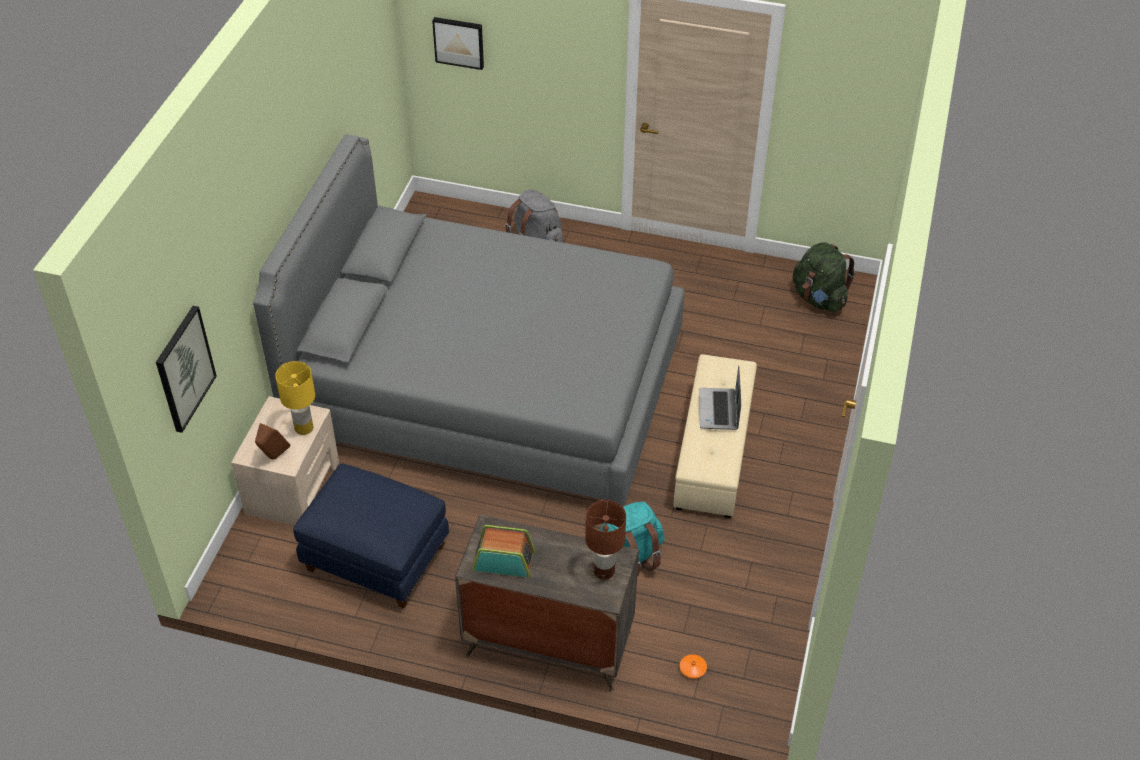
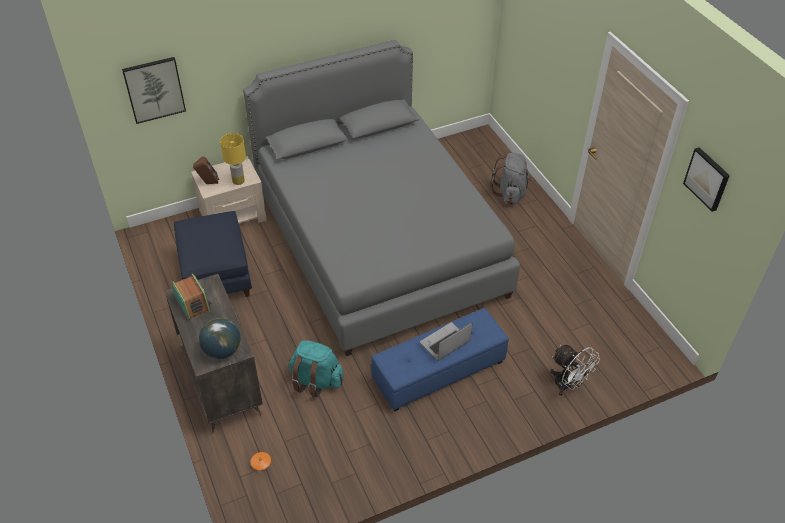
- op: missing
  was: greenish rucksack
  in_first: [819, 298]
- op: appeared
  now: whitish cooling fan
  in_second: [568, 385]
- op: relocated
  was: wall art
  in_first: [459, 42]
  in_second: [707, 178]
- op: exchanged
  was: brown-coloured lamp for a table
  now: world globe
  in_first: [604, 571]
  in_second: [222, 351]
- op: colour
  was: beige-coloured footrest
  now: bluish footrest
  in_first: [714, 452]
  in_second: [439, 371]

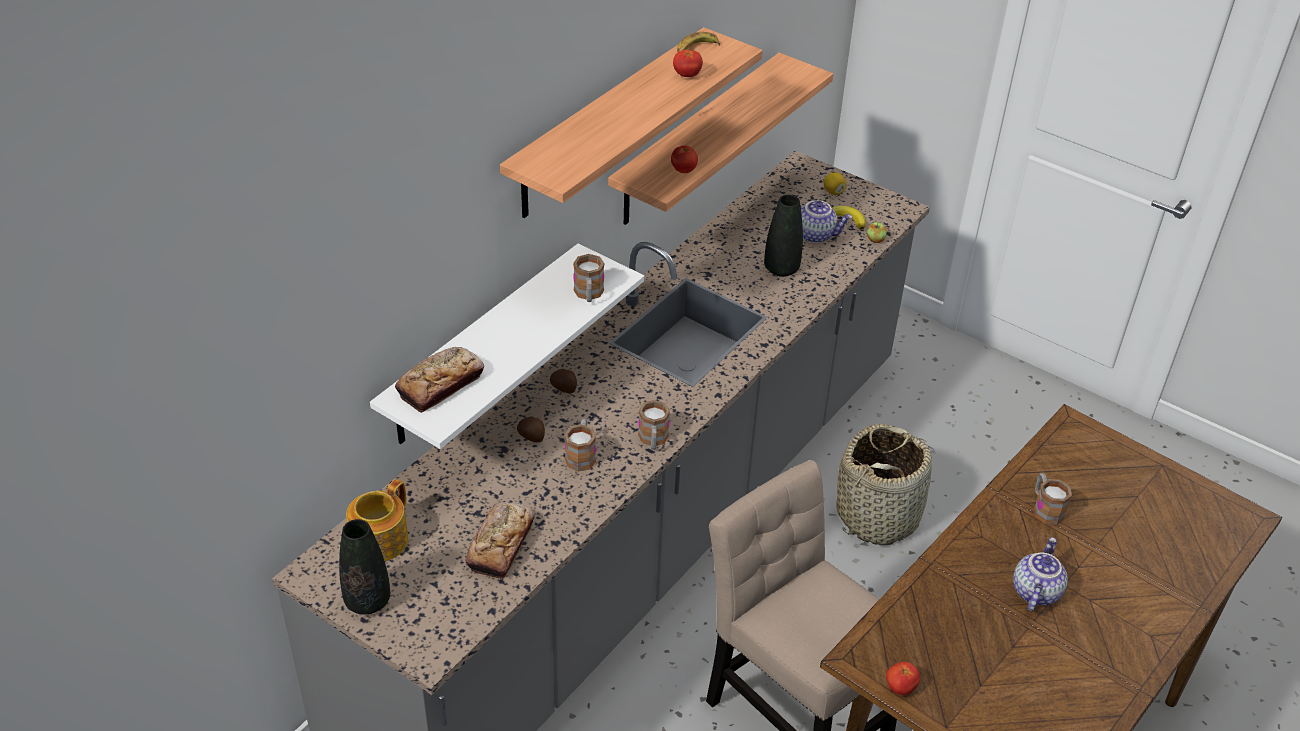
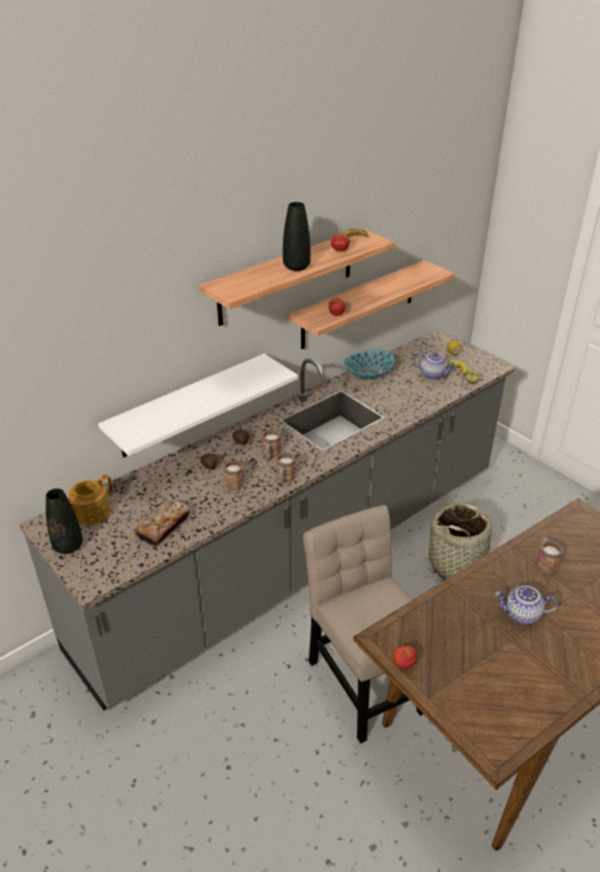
- op: missing
  was: baked bread
  in_first: [440, 384]
- op: appeared
  now: serving bowl
  in_second: [368, 374]
- op: relocated
  was: mug
  in_first: [588, 294]
  in_second: [270, 455]
- op: relocated
  was: black-coloured vase
  in_first: [781, 269]
  in_second: [296, 267]
- op: spun
  was: teapot
  in_first: [1034, 591]
  in_second: [522, 615]
  clockwise: -120

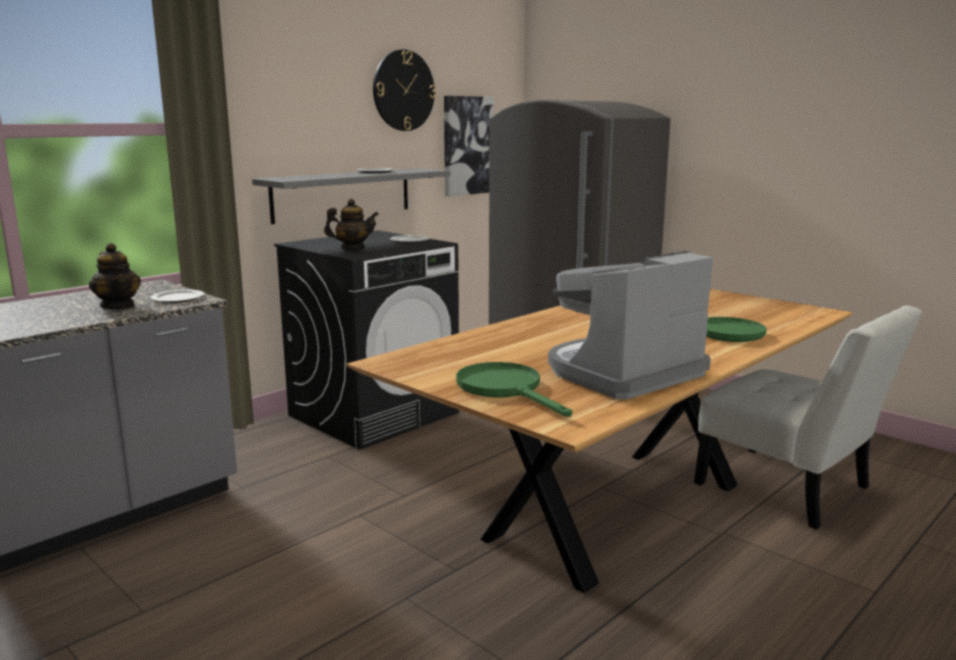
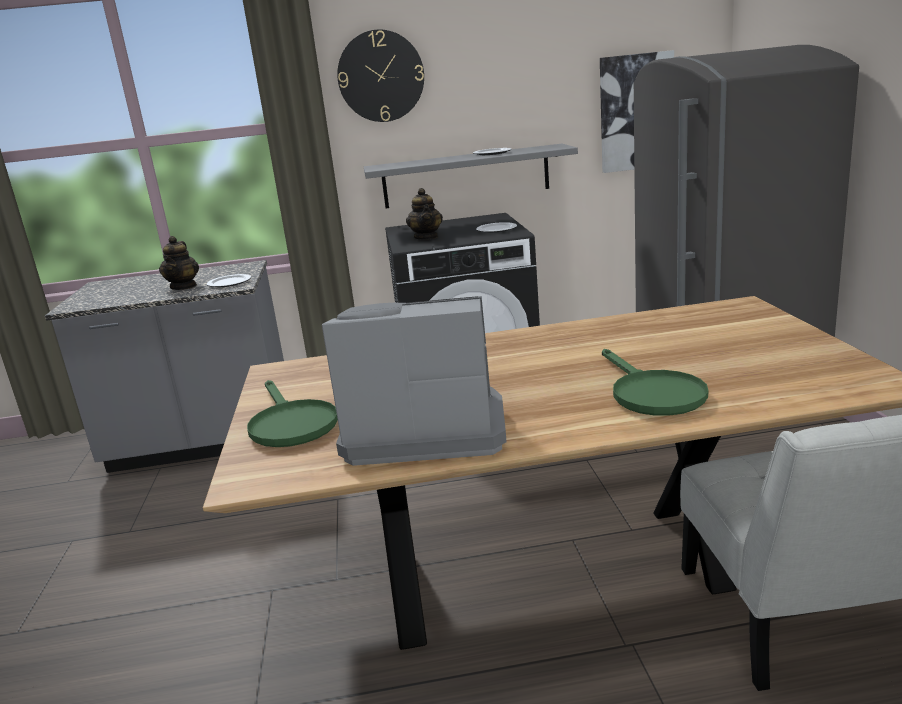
- op: relocated
  was: wall clock
  in_first: [403, 90]
  in_second: [381, 76]
- op: spun
  was: teapot
  in_first: [352, 248]
  in_second: [426, 237]
  clockwise: 45
- op: spun
  was: greenish frying pan
  in_first: [506, 389]
  in_second: [290, 424]
  clockwise: 150

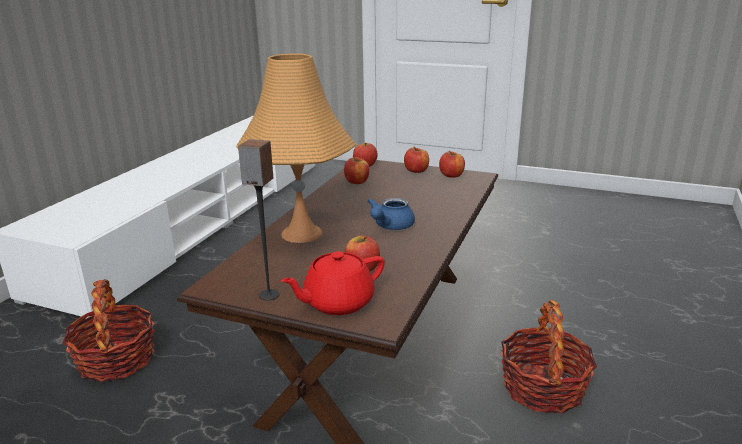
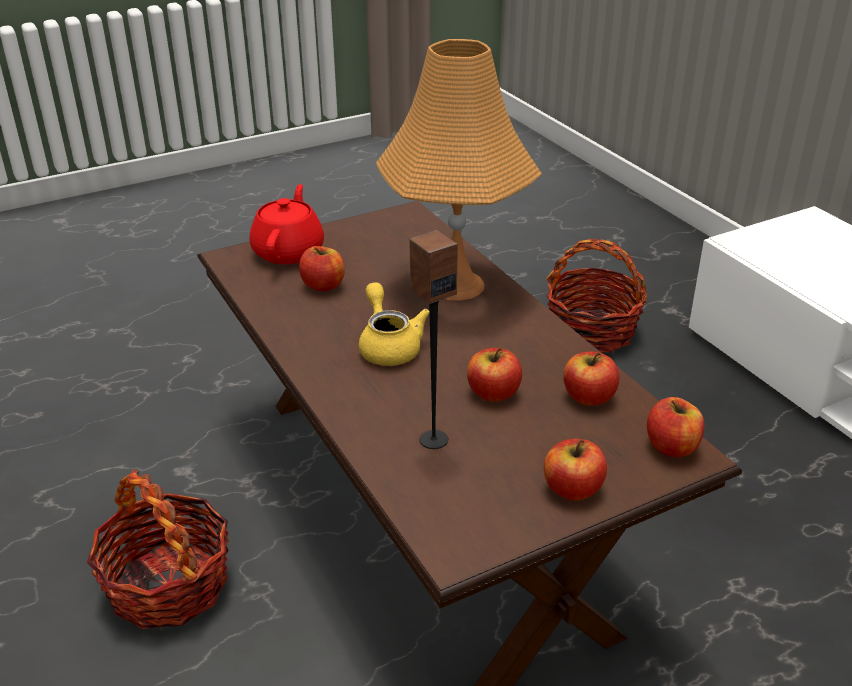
- op: relocated
  was: speaker
  in_first: [268, 295]
  in_second: [433, 439]
- op: relocated
  was: whole apple
  in_first: [451, 175]
  in_second: [493, 393]
- op: colour
  was: bluish teapot
  now: yellow-coloured teapot
  in_first: [390, 226]
  in_second: [389, 346]

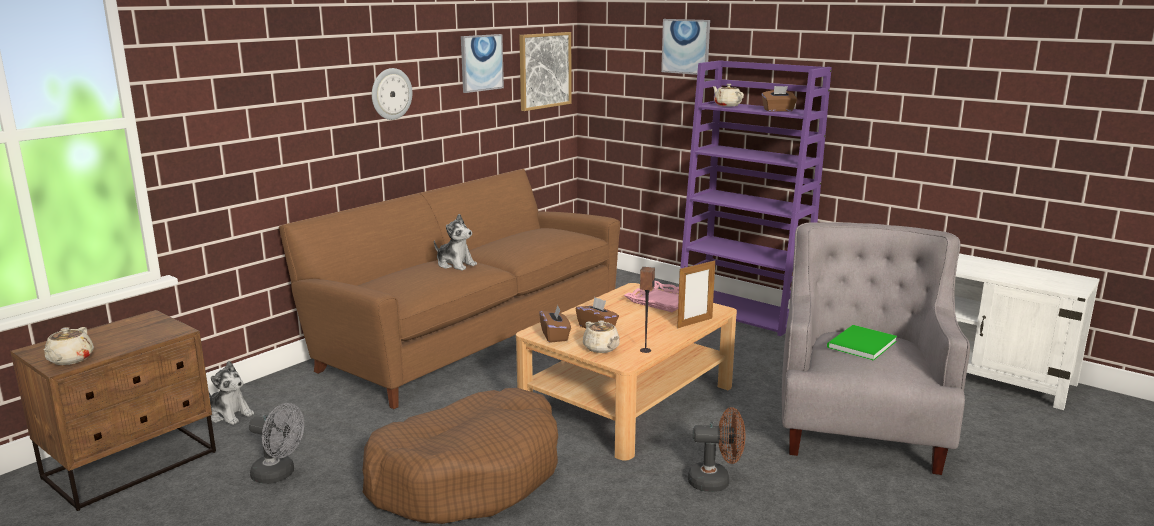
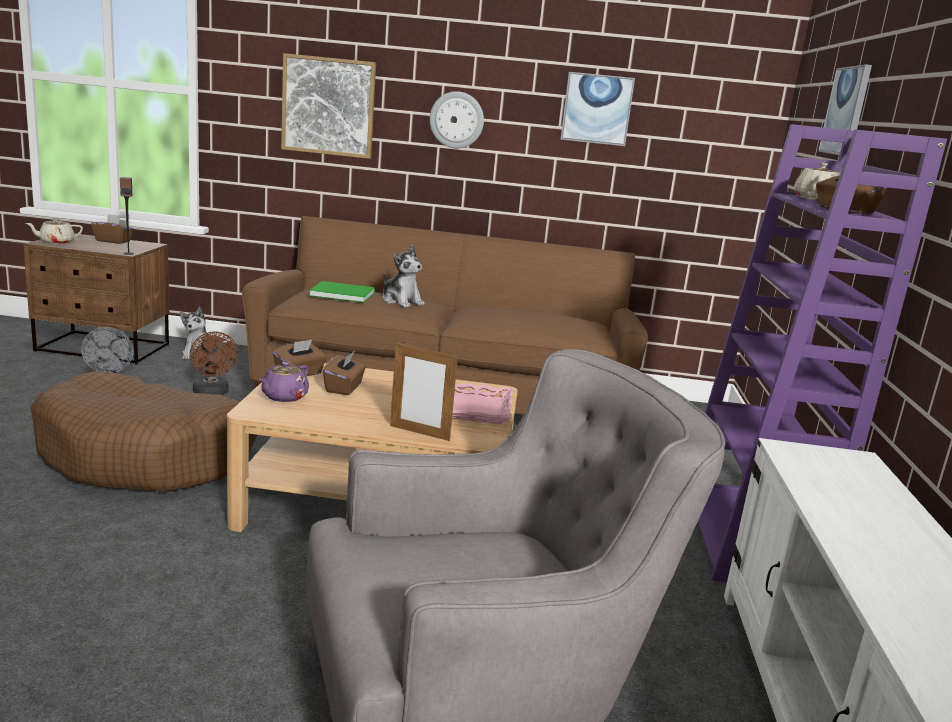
- op: appeared
  now: brown-coloured tissue holder
  in_second: [113, 241]
- op: relocated
  was: wall art
  in_first: [544, 70]
  in_second: [328, 106]
- op: relocated
  was: speaker
  in_first: [645, 350]
  in_second: [128, 253]
- op: relocated
  was: brown-coloured cooling fan
  in_first: [716, 481]
  in_second: [212, 393]
- op: relocated
  was: greenish bound book
  in_first: [859, 344]
  in_second: [341, 293]
- op: colour
  was: beige-coloured teapot
  now: purple teapot
  in_first: [601, 348]
  in_second: [284, 397]
- op: spun
  was: plush toy
  in_first: [455, 264]
  in_second: [401, 301]
  clockwise: -45

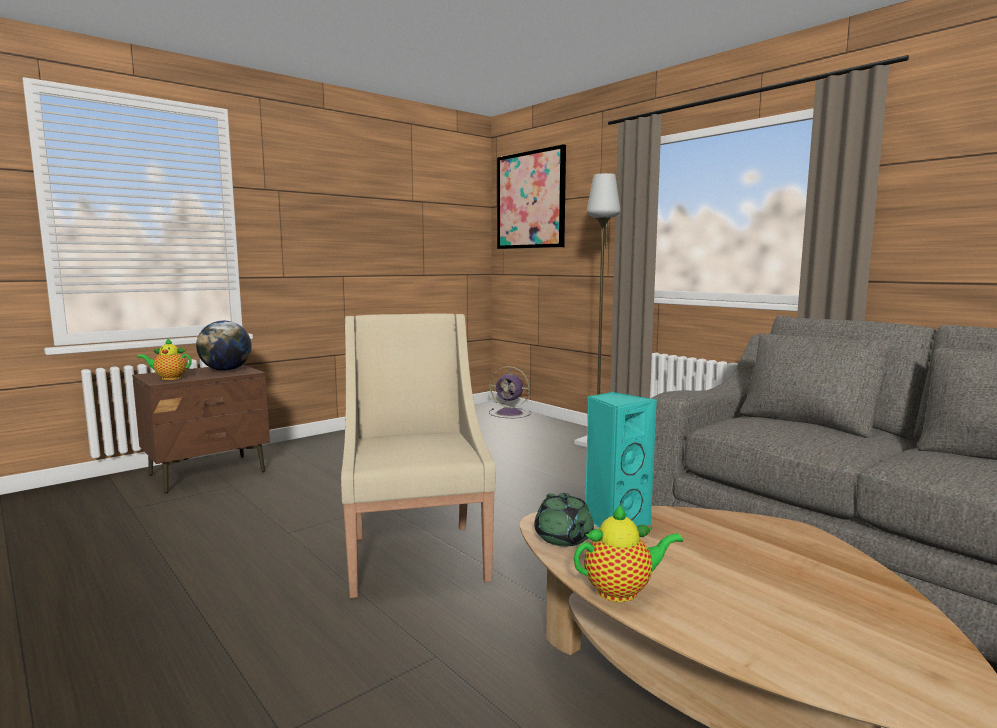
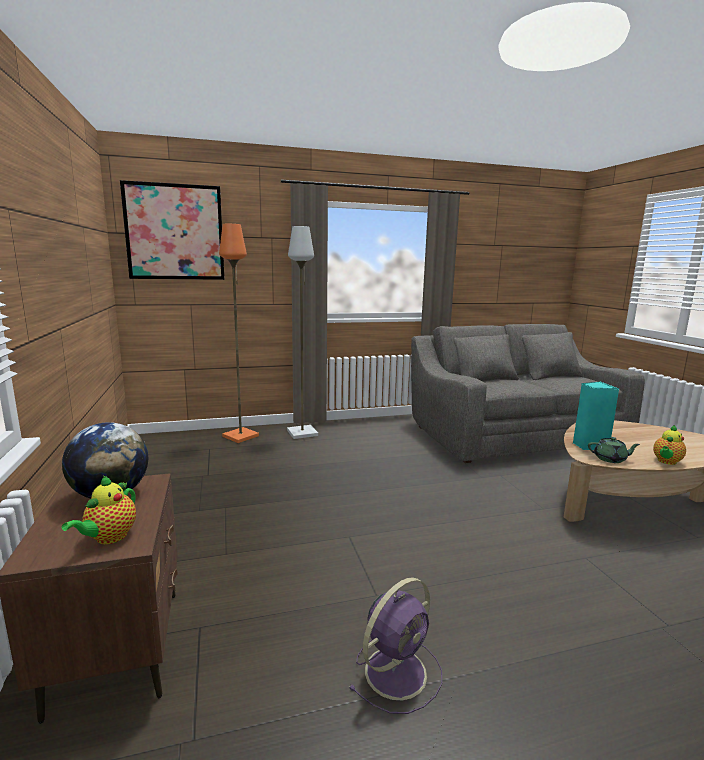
- op: missing
  was: beige-coloured lounge chair
  in_first: [416, 555]
- op: appeared
  now: orangey floor lamp
  in_second: [240, 436]
- op: relocated
  was: purple cooling fan
  in_first: [510, 413]
  in_second: [397, 670]
- op: spun
  was: teapot
  in_first: [622, 591]
  in_second: [666, 462]
  clockwise: -150

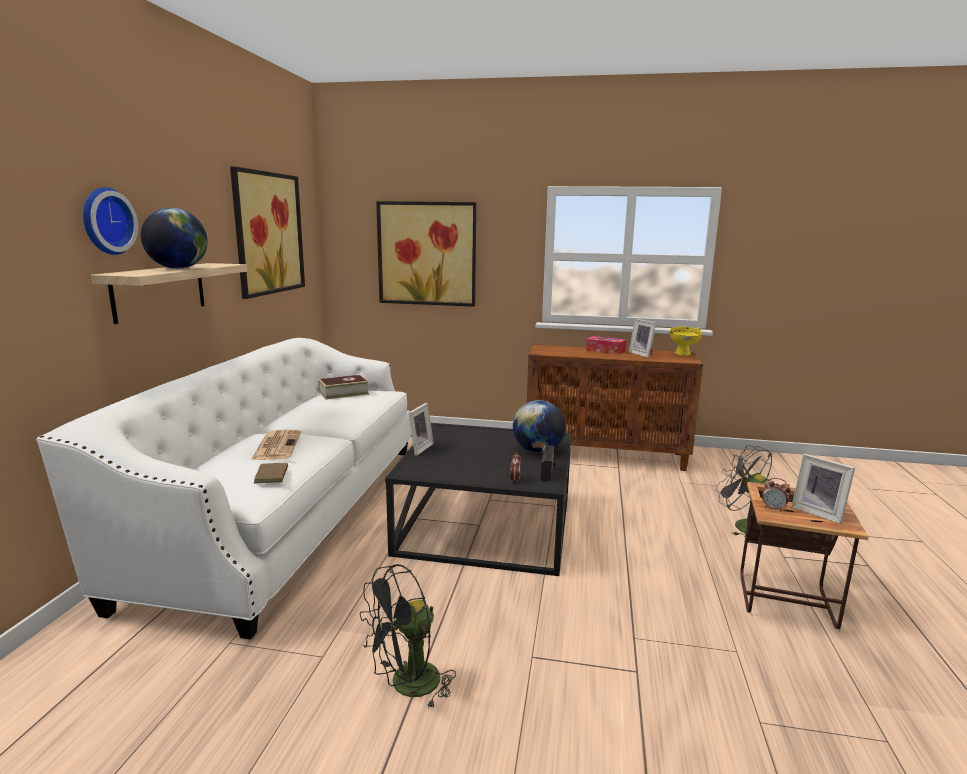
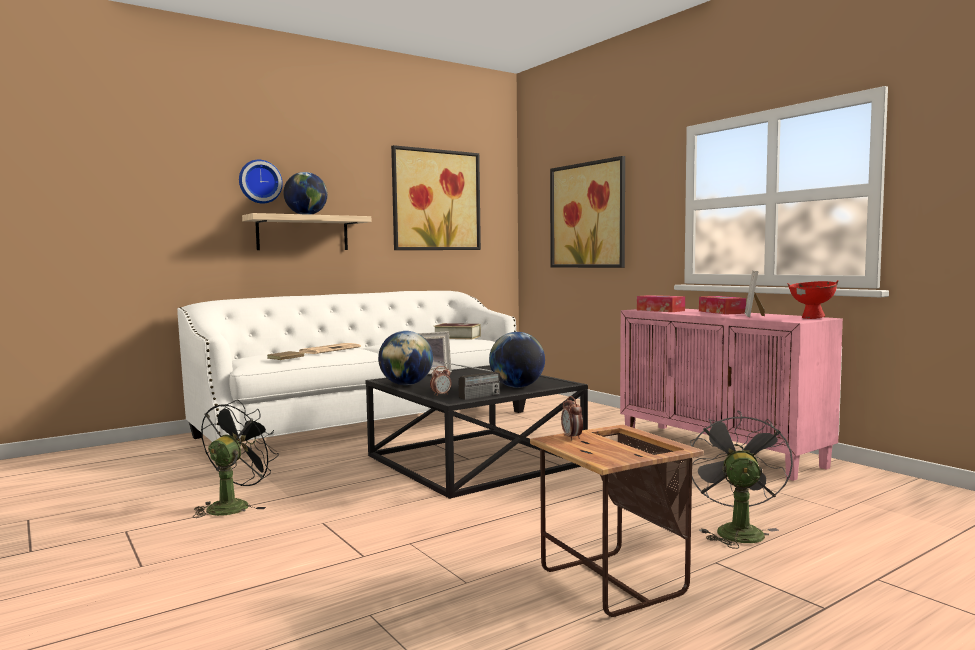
- op: missing
  was: standing frame
  in_first: [819, 512]
- op: appeared
  now: world globe
  in_second: [406, 384]
- op: appeared
  now: tissue holder
  in_second: [660, 310]
- op: colour
  was: brown-coloured storage cabinet
  now: pink storage cabinet
  in_first: [606, 455]
  in_second: [720, 450]
- op: colour
  was: yellow-coloured serving bowl
  now: reddish serving bowl
  in_first: [683, 354]
  in_second: [812, 318]
- op: spun
  was: black-coloured cooling fan
  in_first: [406, 686]
  in_second: [234, 505]
  clockwise: 105

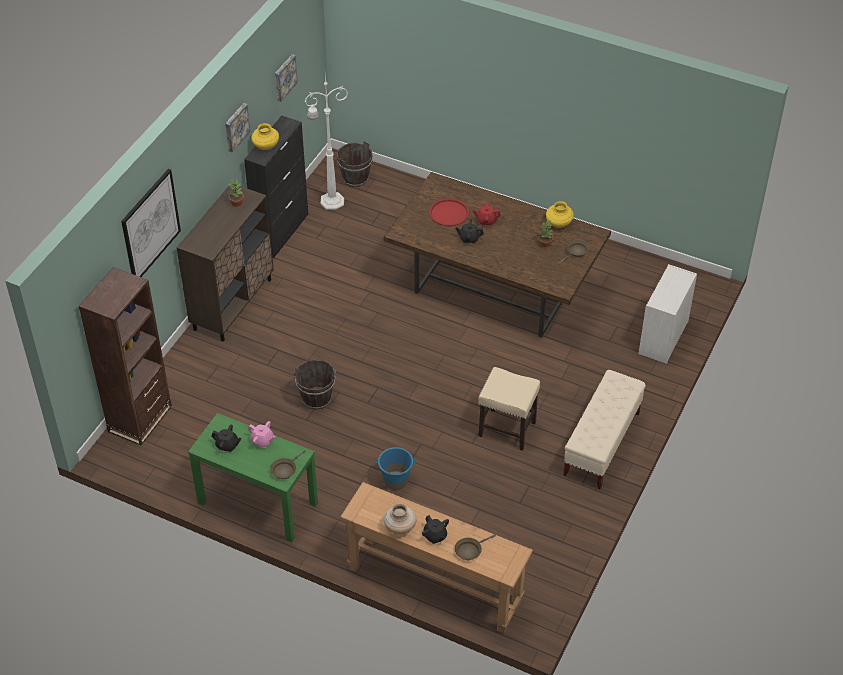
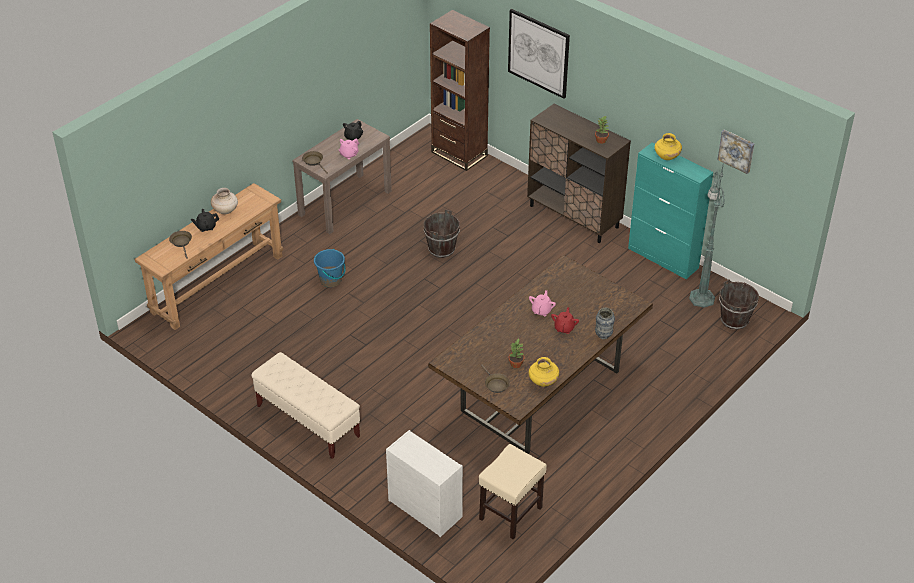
- op: missing
  was: wall art
  in_first: [236, 127]
- op: missing
  was: reddish tray
  in_first: [449, 213]
- op: appeared
  now: vase
  in_second: [603, 335]
- op: relocated
  was: beige-coloured stool
  in_first: [506, 429]
  in_second: [511, 513]
- op: colour
  was: greenish console table
  now: brown-coloured console table
  in_first: [257, 503]
  in_second: [345, 203]
- op: colour
  was: black-coloured storage cabinet
  now: turquoise-coloured storage cabinet
  in_first: [282, 232]
  in_second: [663, 258]
- op: colour
  was: whitish floor lamp
  now: greenish floor lamp
  in_first: [330, 201]
  in_second: [701, 297]
- op: colour
  was: black-coloured teapot
  now: pink teapot
  in_first: [469, 238]
  in_second: [541, 310]

